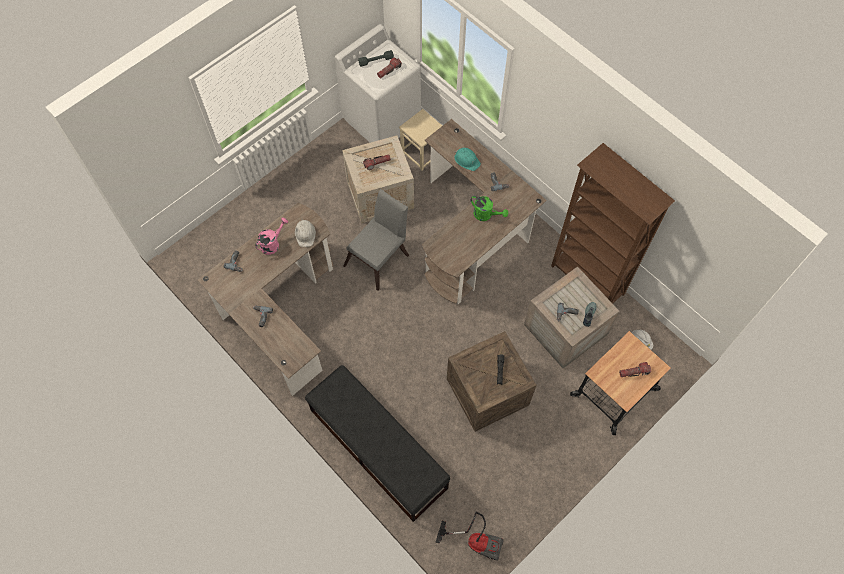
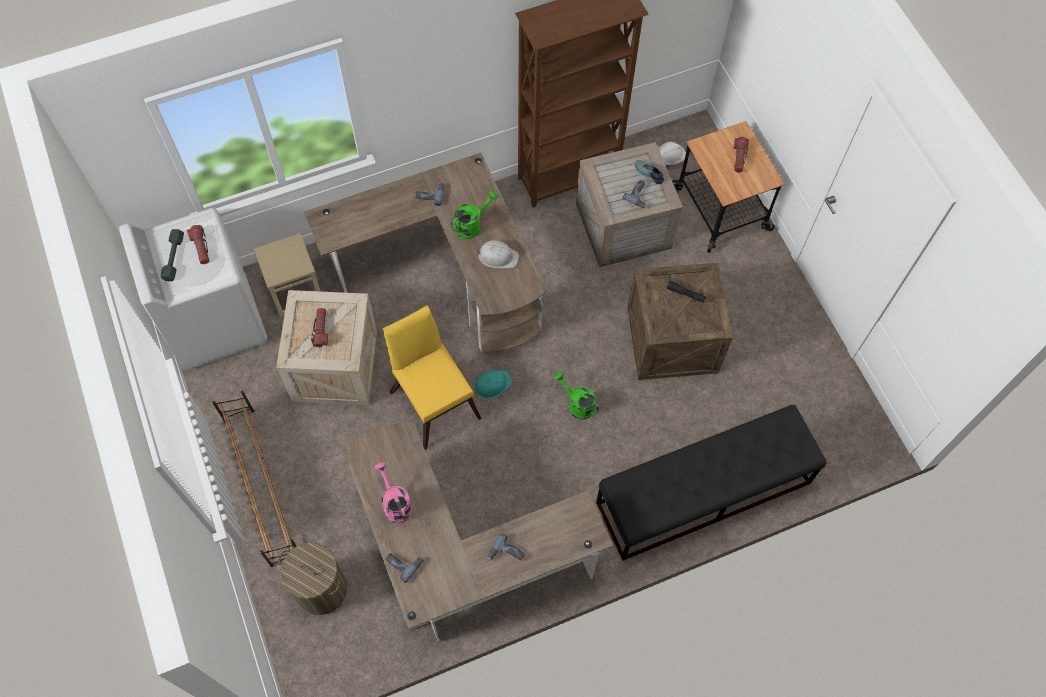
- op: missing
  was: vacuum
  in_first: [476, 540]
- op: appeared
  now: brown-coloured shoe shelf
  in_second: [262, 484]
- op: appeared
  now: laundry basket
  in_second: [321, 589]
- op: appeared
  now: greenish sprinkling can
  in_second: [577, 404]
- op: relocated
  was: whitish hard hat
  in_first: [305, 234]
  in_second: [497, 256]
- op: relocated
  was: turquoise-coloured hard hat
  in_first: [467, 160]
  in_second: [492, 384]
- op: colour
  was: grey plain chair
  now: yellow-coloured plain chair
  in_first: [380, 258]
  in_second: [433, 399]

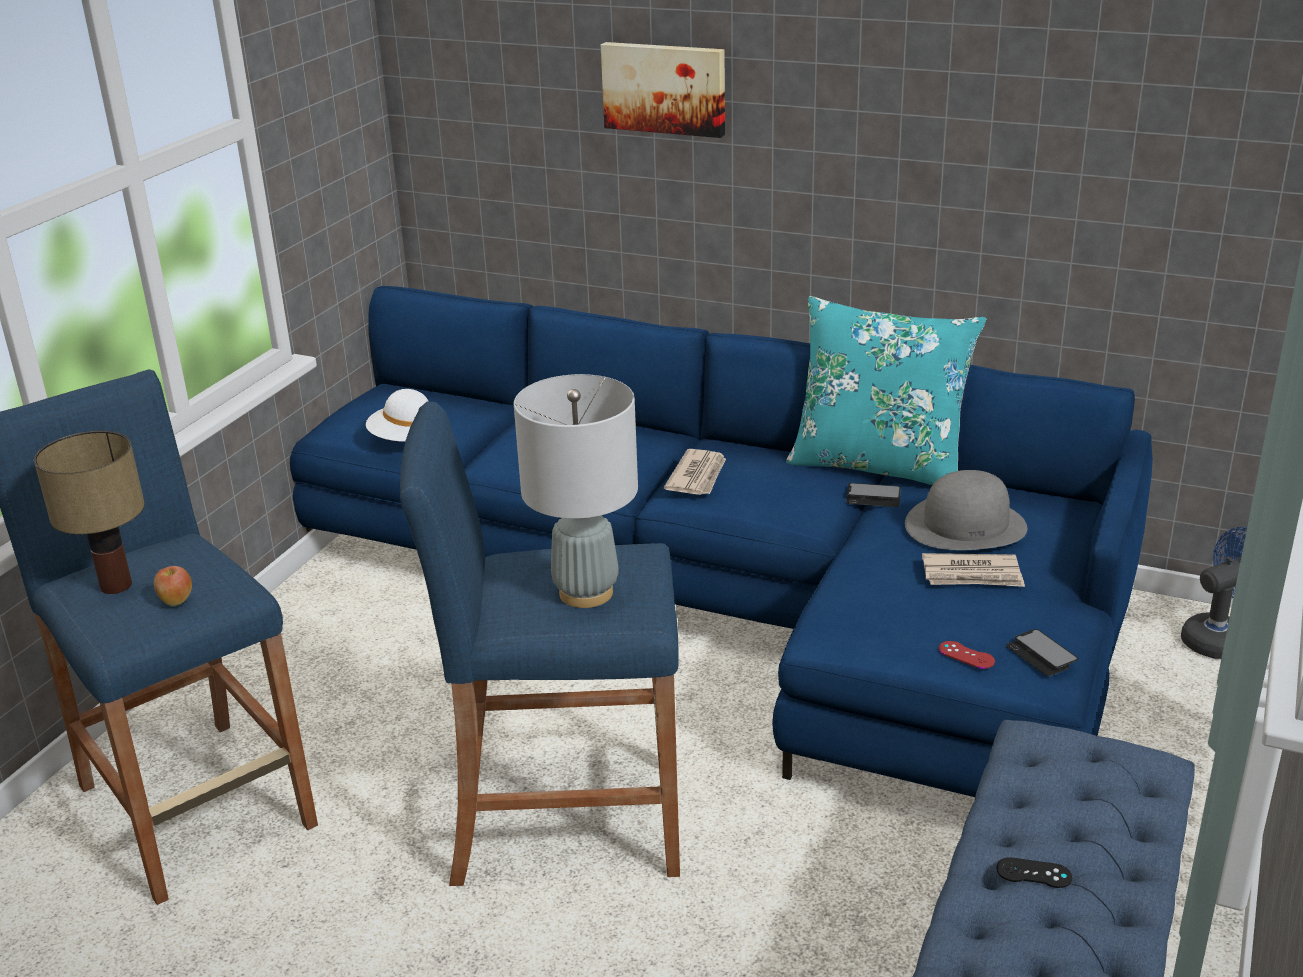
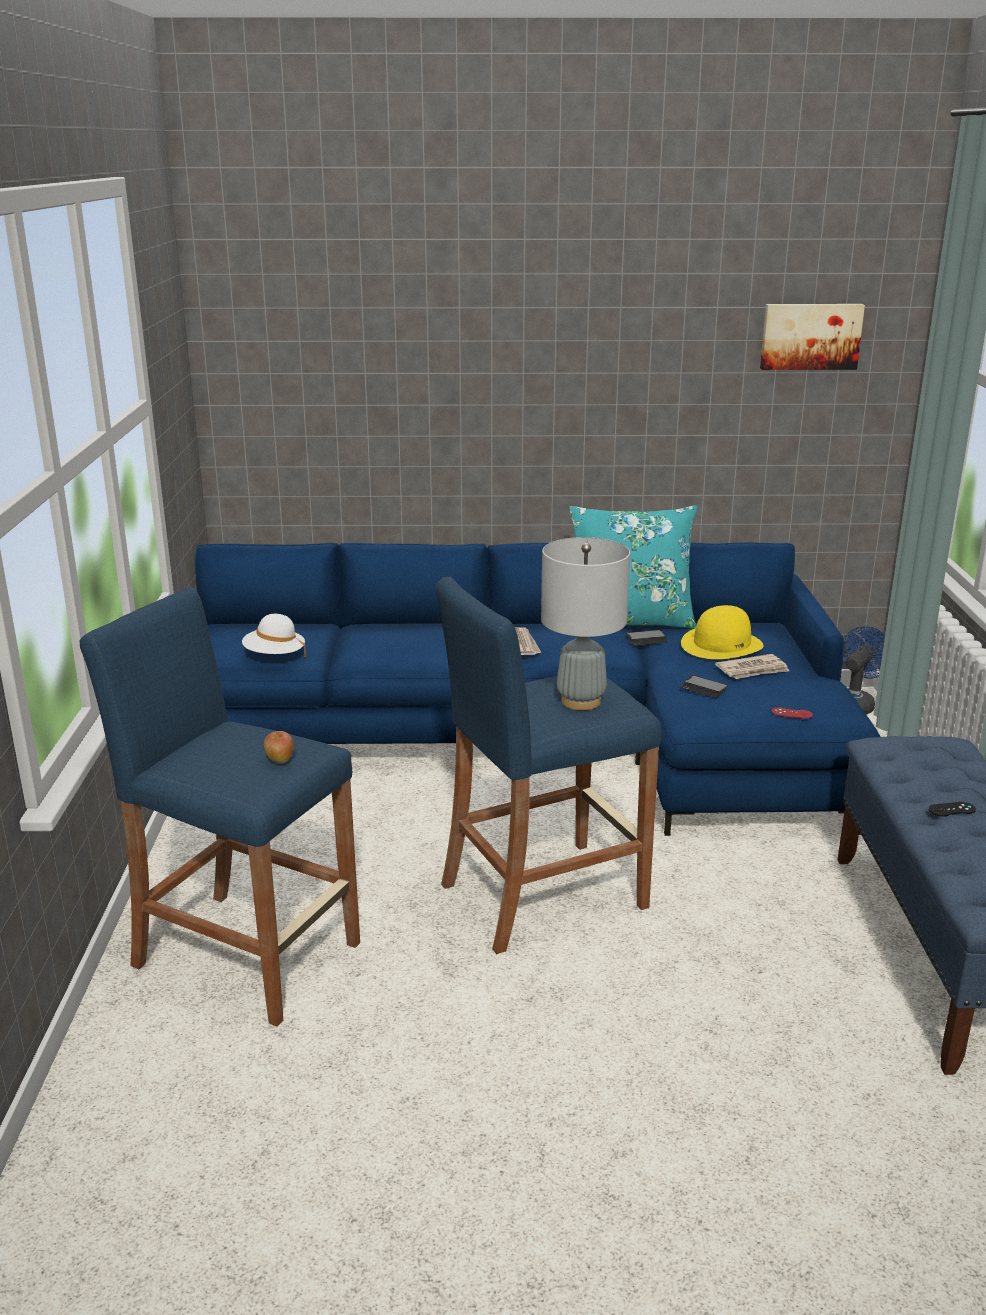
- op: missing
  was: lamp for a table
  in_first: [114, 586]
- op: relocated
  was: wall art
  in_first: [665, 88]
  in_second: [810, 336]
- op: relocated
  was: handset
  in_first: [1041, 654]
  in_second: [703, 688]
- op: colour
  was: grey clothing hat
  now: yellow-coloured clothing hat
  in_first: [966, 525]
  in_second: [722, 644]

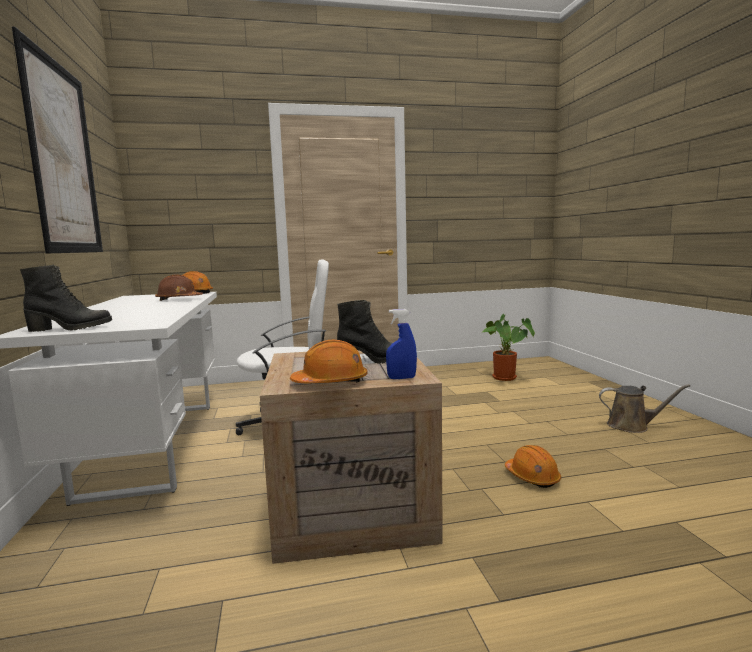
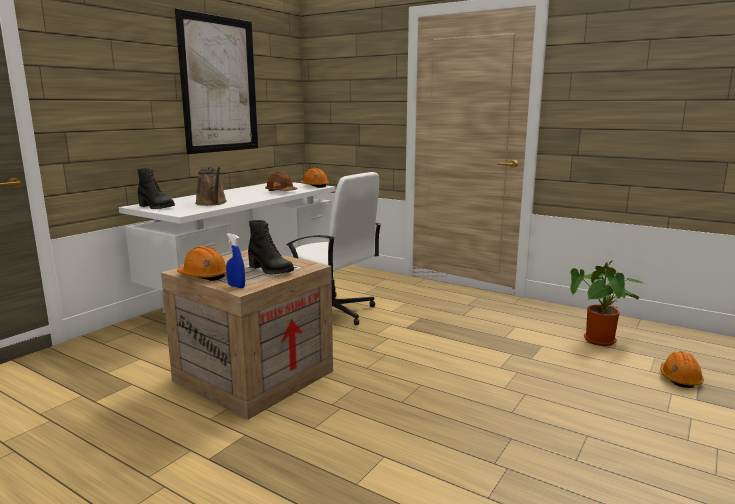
- op: relocated
  was: orangey hard hat
  in_first: [532, 477]
  in_second: [680, 378]
- op: relocated
  was: brown-coloured sprinkling can
  in_first: [632, 426]
  in_second: [212, 203]

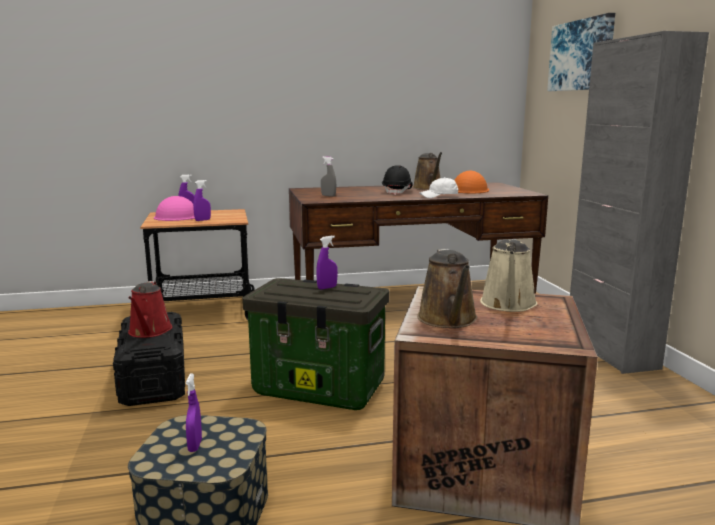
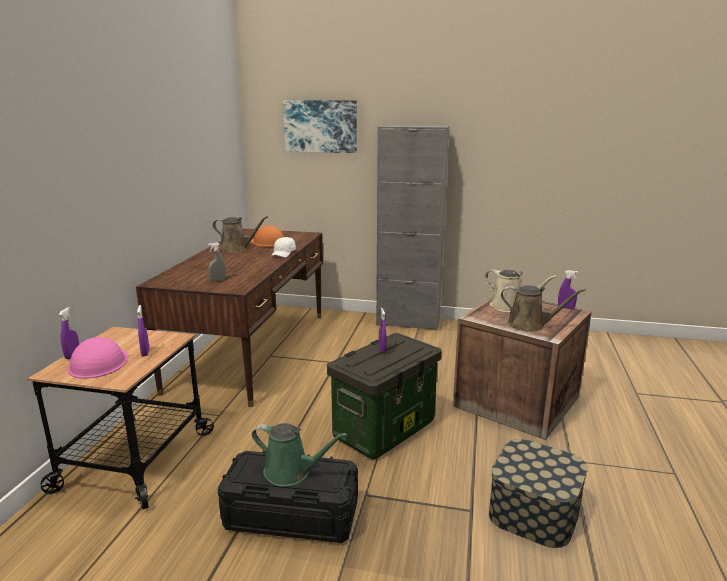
- op: missing
  was: black-coloured hard hat
  in_first: [397, 192]
- op: relocated
  was: purple sprayer
  in_first: [195, 445]
  in_second: [566, 307]
- op: colour
  was: reddish sprinkling can
  now: greenish sprinkling can
  in_first: [149, 331]
  in_second: [291, 472]

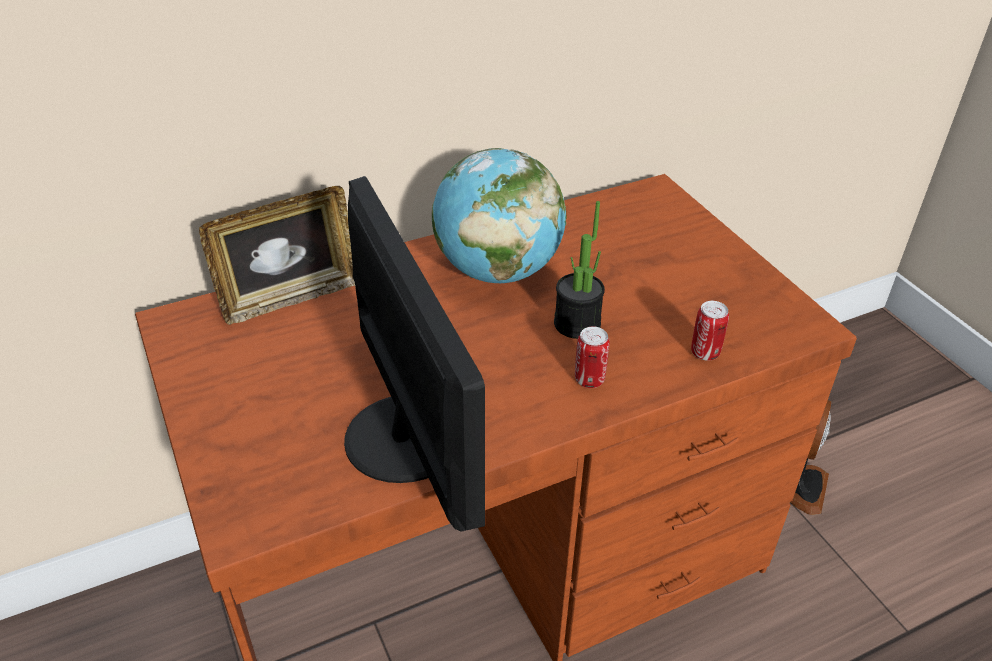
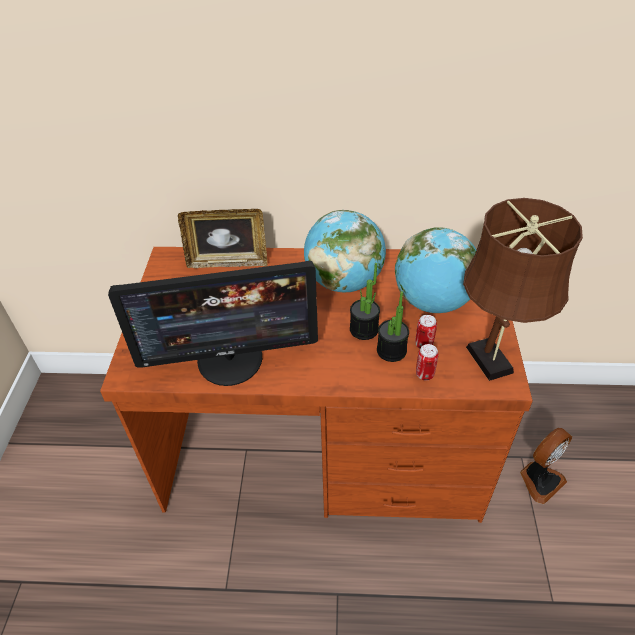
- op: appeared
  now: potted plant
  in_second: [391, 350]
- op: appeared
  now: world globe
  in_second: [433, 302]
- op: appeared
  now: brown-coloured lamp for a table
  in_second: [491, 363]
- op: relocated
  was: can
  in_first: [589, 379]
  in_second: [424, 344]
- op: spun
  was: computer display
  in_first: [408, 435]
  in_second: [230, 359]
  clockwise: 75

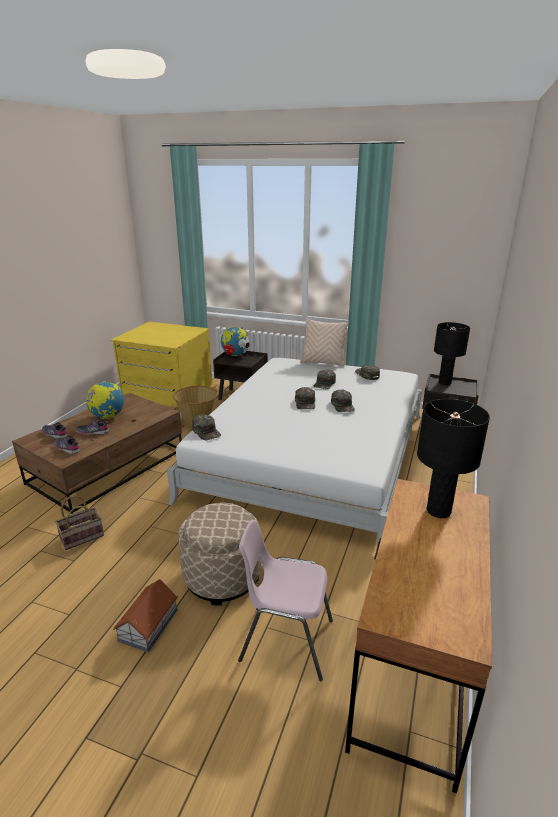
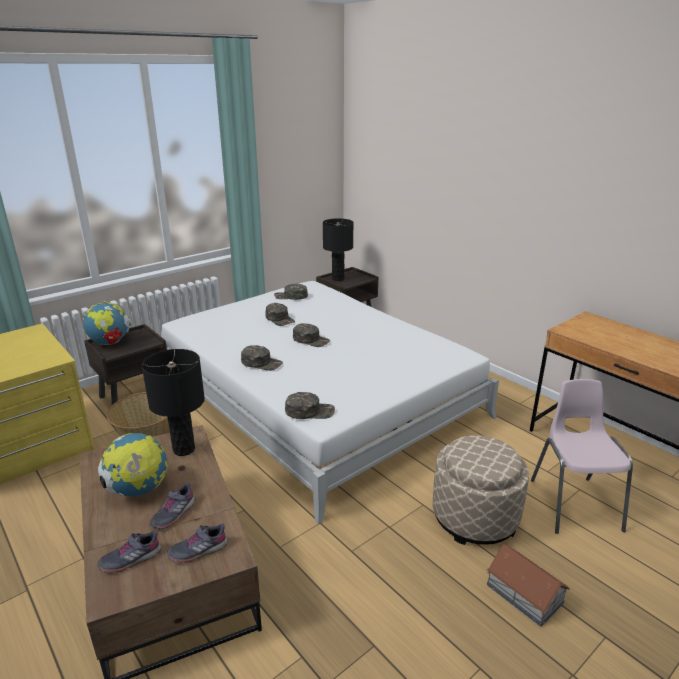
- op: missing
  was: basket
  in_first: [83, 536]
- op: missing
  was: beige-coloured cushion
  in_first: [323, 363]
- op: relocated
  was: greenish cap
  in_first: [343, 405]
  in_second: [262, 363]
- op: relocated
  was: black-coloured lamp for a table
  in_first: [438, 511]
  in_second: [184, 449]
- op: spun
  was: pink plain chair
  in_first: [286, 640]
  in_second: [574, 504]
  clockwise: 135

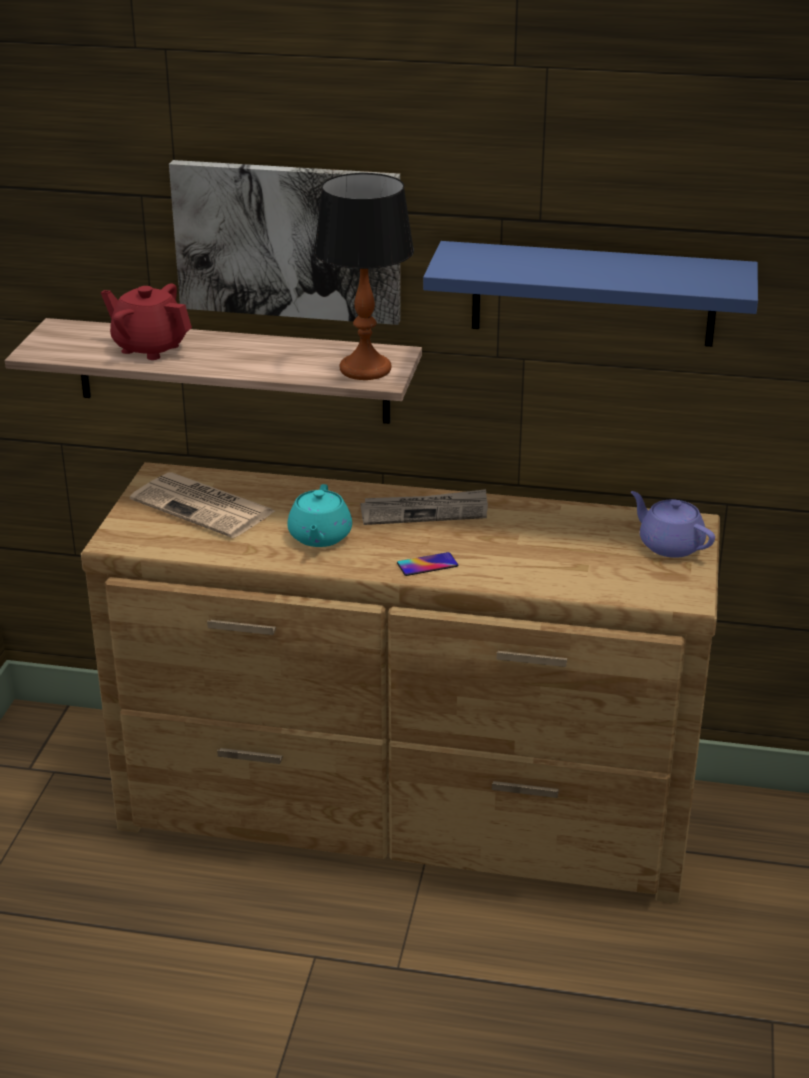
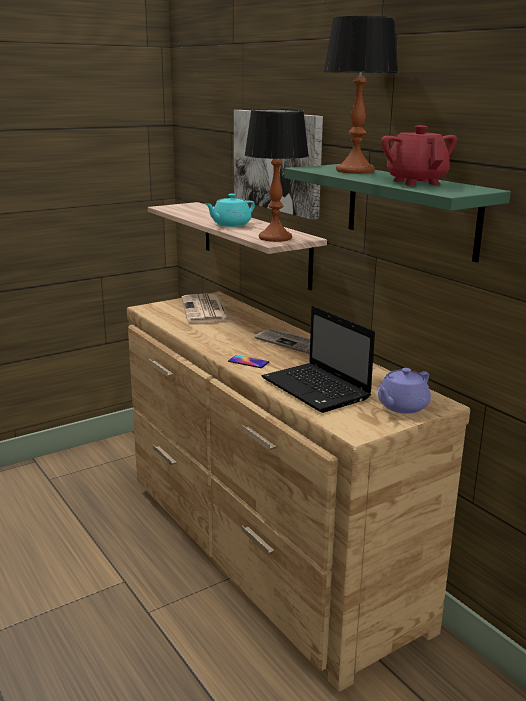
- op: appeared
  now: notebook computer
  in_second: [317, 389]
- op: appeared
  now: lamp for a table
  in_second: [355, 171]
- op: relocated
  was: reddish teapot
  in_first: [149, 348]
  in_second: [416, 182]
- op: relocated
  was: turquoise-coloured teapot
  in_first: [319, 537]
  in_second: [230, 224]
- op: colour
  was: bluish shelf
  now: greenish shelf
  in_first: [593, 294]
  in_second: [410, 210]
- op: spun
  was: purple teapot
  in_first: [669, 545]
  in_second: [401, 406]
  clockwise: -135

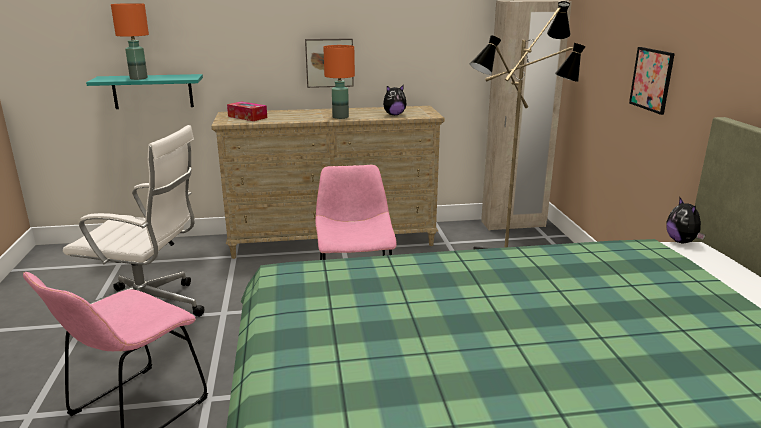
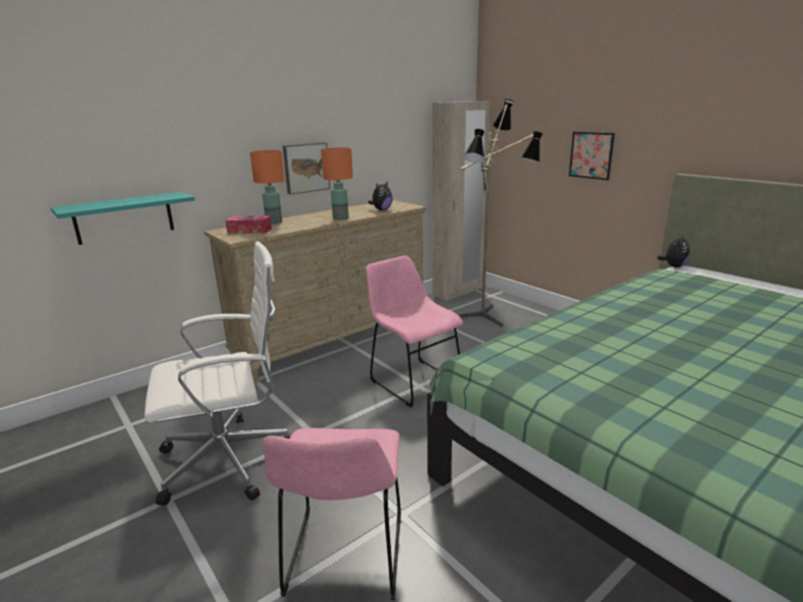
- op: relocated
  was: orangey lamp for a table
  in_first: [139, 78]
  in_second: [274, 222]
- op: spun
  was: plush toy
  in_first: [682, 241]
  in_second: [673, 266]
  clockwise: -105

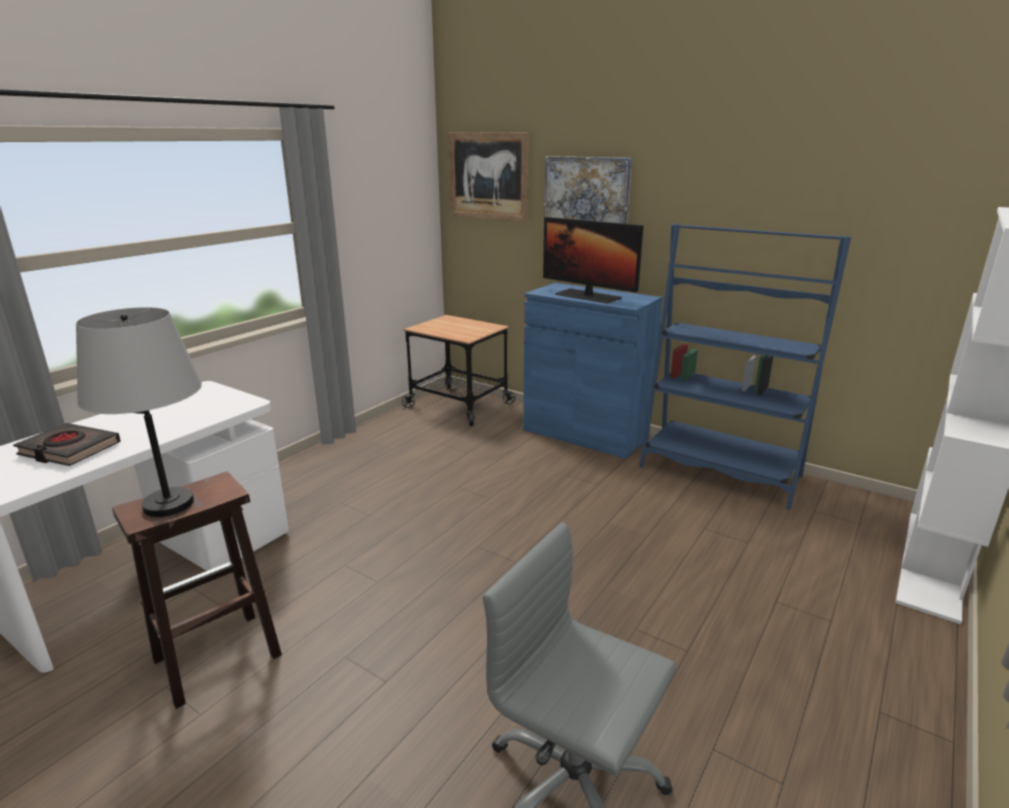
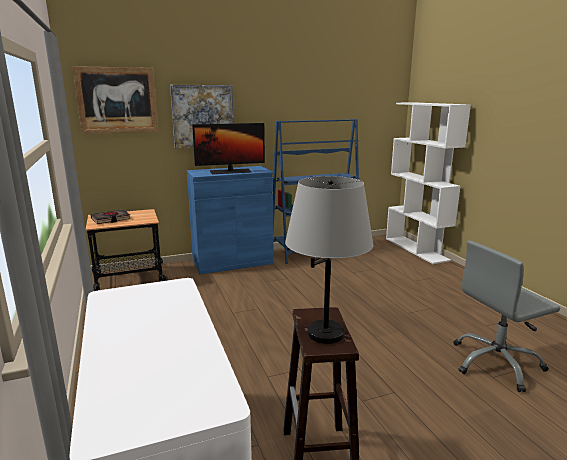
- op: relocated
  was: black-coloured bound book
  in_first: [69, 449]
  in_second: [110, 219]

